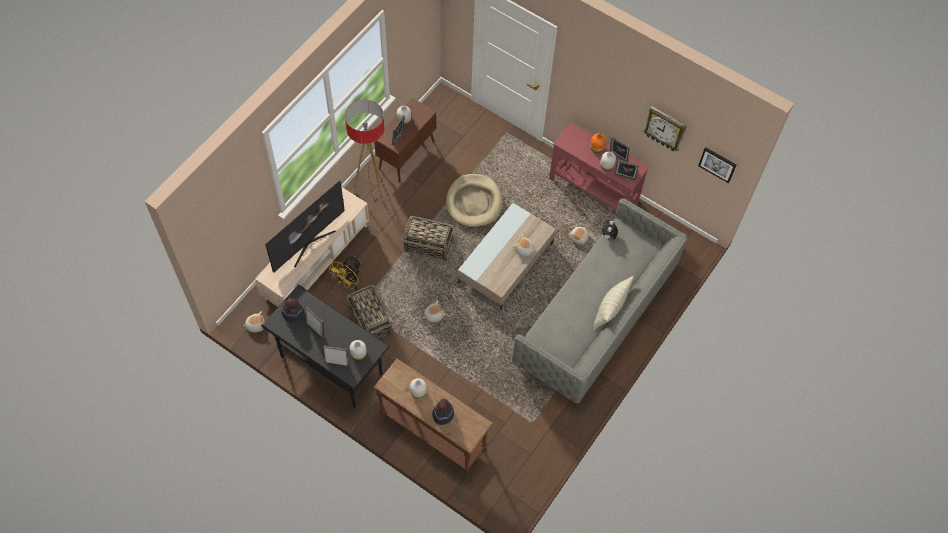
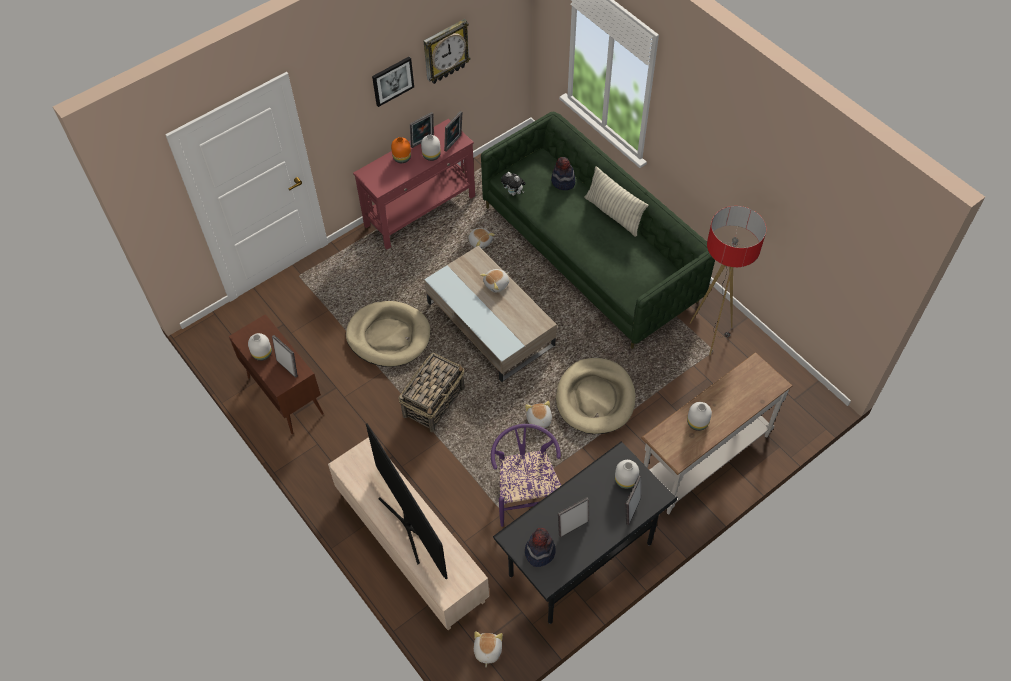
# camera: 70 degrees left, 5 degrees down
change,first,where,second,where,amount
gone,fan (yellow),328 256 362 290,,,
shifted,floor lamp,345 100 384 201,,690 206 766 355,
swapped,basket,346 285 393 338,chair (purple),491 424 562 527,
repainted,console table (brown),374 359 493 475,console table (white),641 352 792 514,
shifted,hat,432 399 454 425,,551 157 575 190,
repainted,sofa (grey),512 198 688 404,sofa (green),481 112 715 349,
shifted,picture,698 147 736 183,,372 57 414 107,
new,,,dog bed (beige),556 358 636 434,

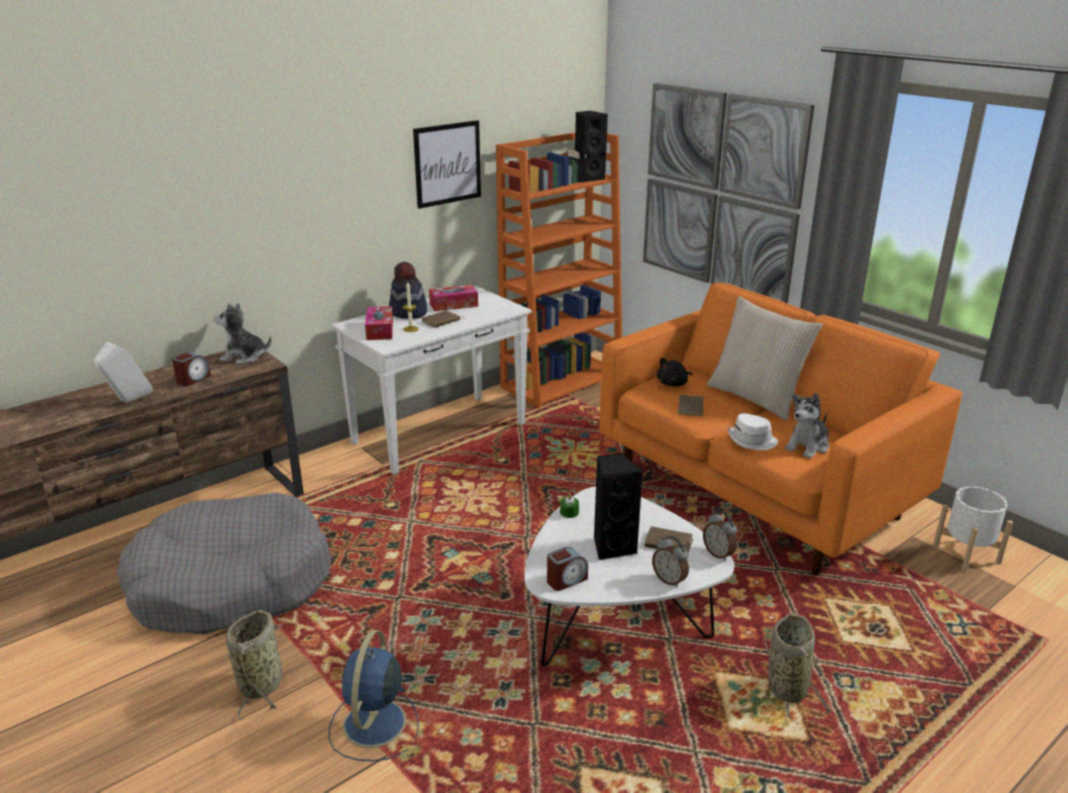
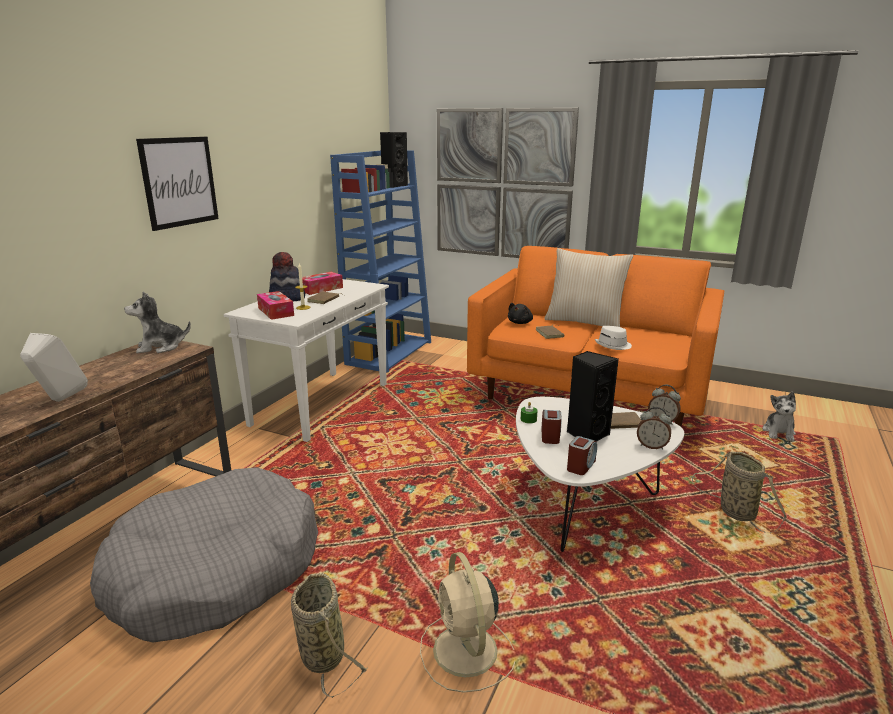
# camera: 25 degrees left, 5 degrees down
change,first,where,second,where,amount
shifted,alarm clock,172 352 211 386,,541 410 561 444,
repainted,fan (blue),328 630 419 761,fan (beige),420 552 515 693,
shifted,picture,413 120 481 209,,136 137 219 231,
repainted,bookcase (orange),496 133 622 408,bookcase (blue),330 150 431 373,
shifted,plush toy,784 393 829 459,,763 392 796 441,
gone,planter (white),933 486 1013 572,,,

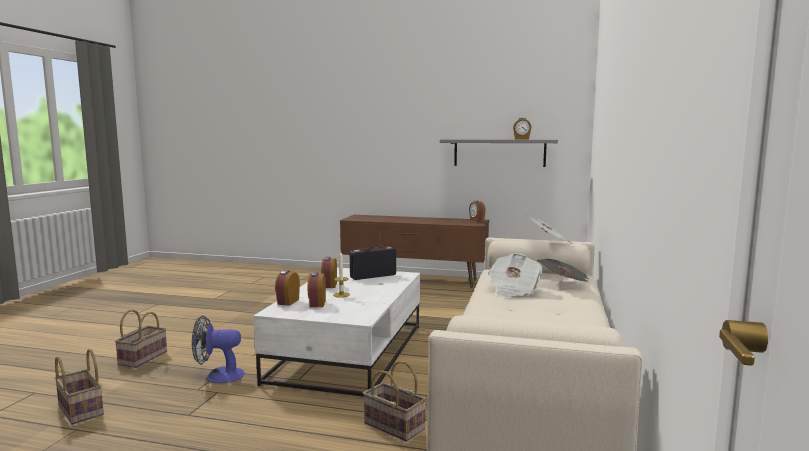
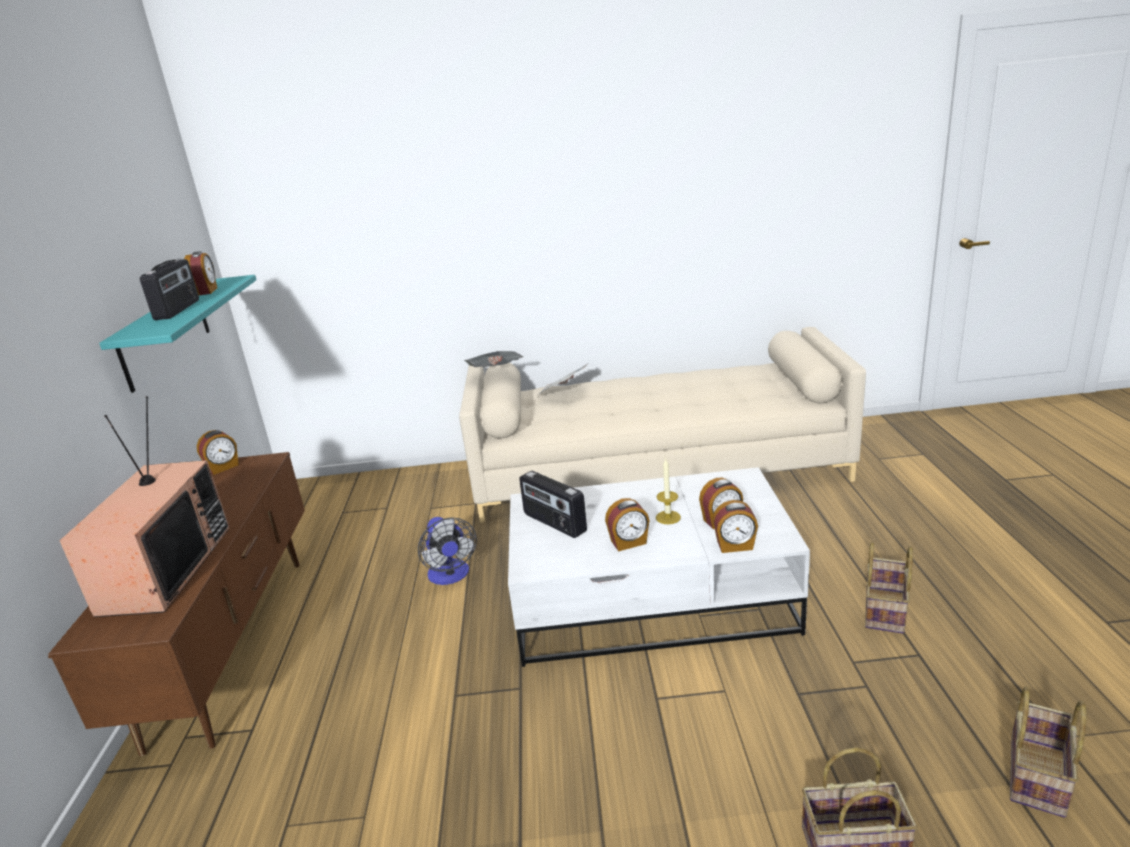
# camera: 105 degrees left, 15 degrees up
change,first,where,second,where,amount
shifted,fan,192 315 244 383,,418 517 477 585,
shifted,basket,363 361 426 442,,865 542 913 634,
repainted,shelf (grey),440 139 558 167,shelf (turquoise),99 275 256 393,
gone,newspaper,488 253 543 297,,,
new,,,television,59 396 230 617,
new,,,radio,140 259 199 320,

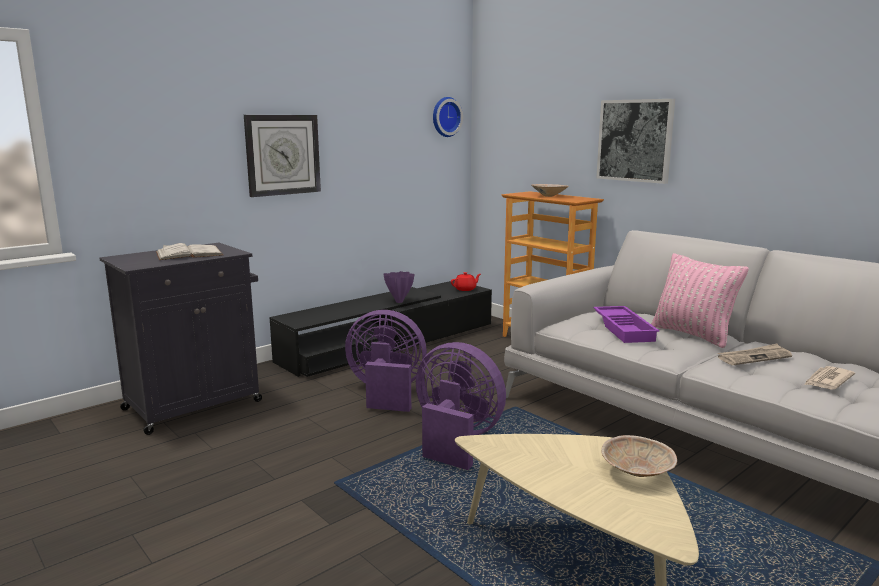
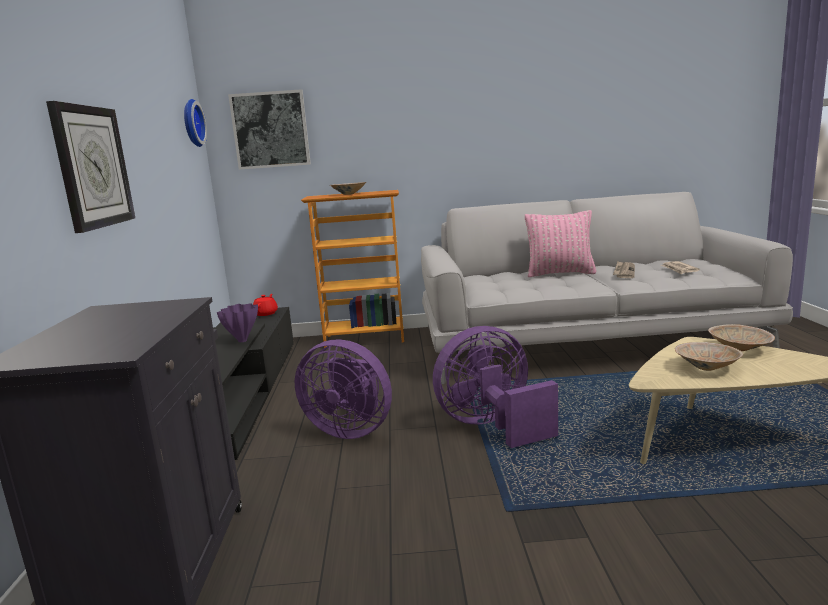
# camera: 50 degrees left, 0 degrees up
change,first,where,second,where,amount
gone,book (white),156 243 223 260,,,
rotated,fan (purple),345 310 427 412,,295 339 392 439,120 degrees counterclockwise
gone,tray (purple),593 306 660 343,,,
shifted,picture,596 99 675 184,,228 89 311 170,
new,,,bowl (beige),675 342 743 371,

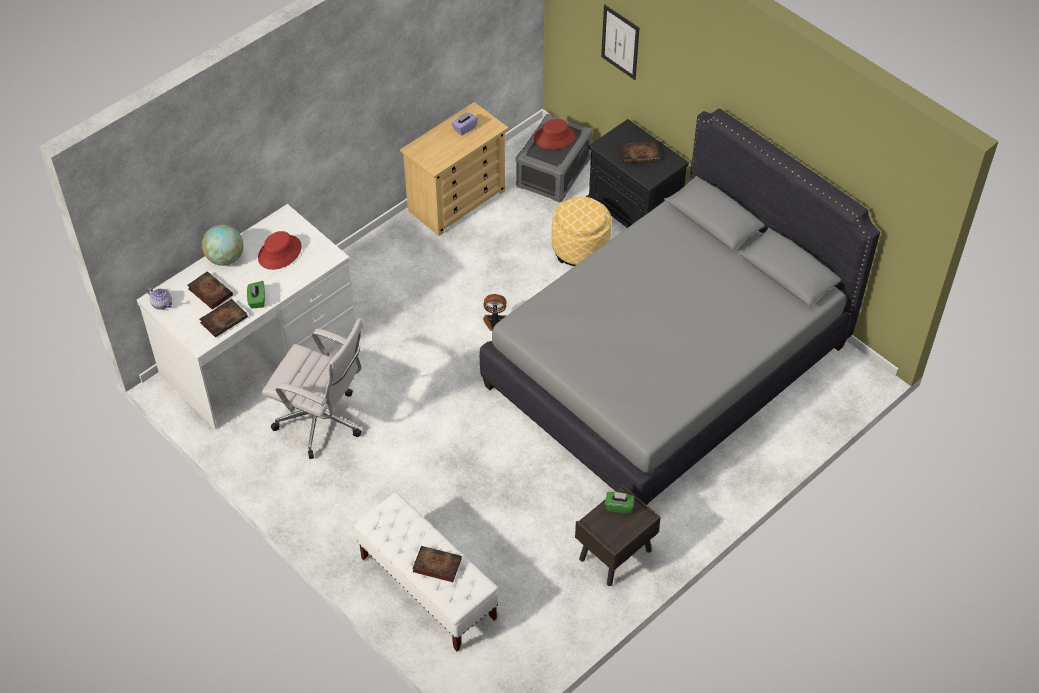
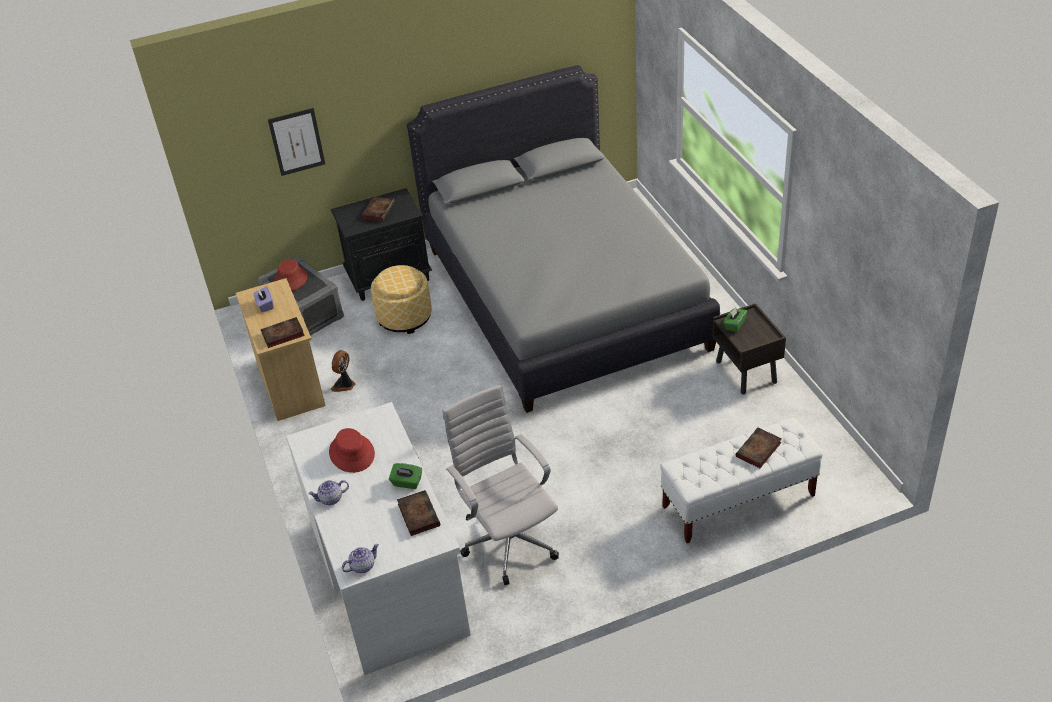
# camera: 65 degrees left, 10 degrees down
change,first,where,second,where,amount
shifted,book,187 271 233 310,,261 317 305 348,
swapped,globe,202 225 244 266,teapot,308 480 349 505,
rotated,office chair (white),262 318 363 459,,442 385 559 585,75 degrees counterclockwise
shifted,fan,483 294 506 331,,331 350 356 392,

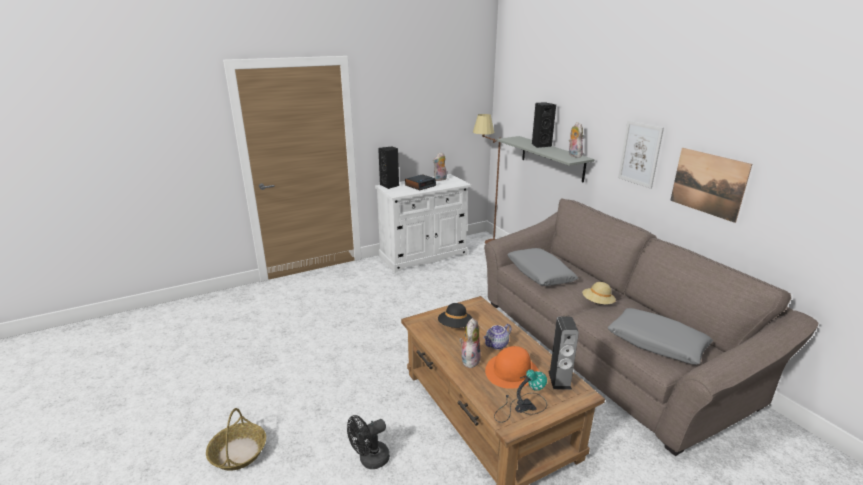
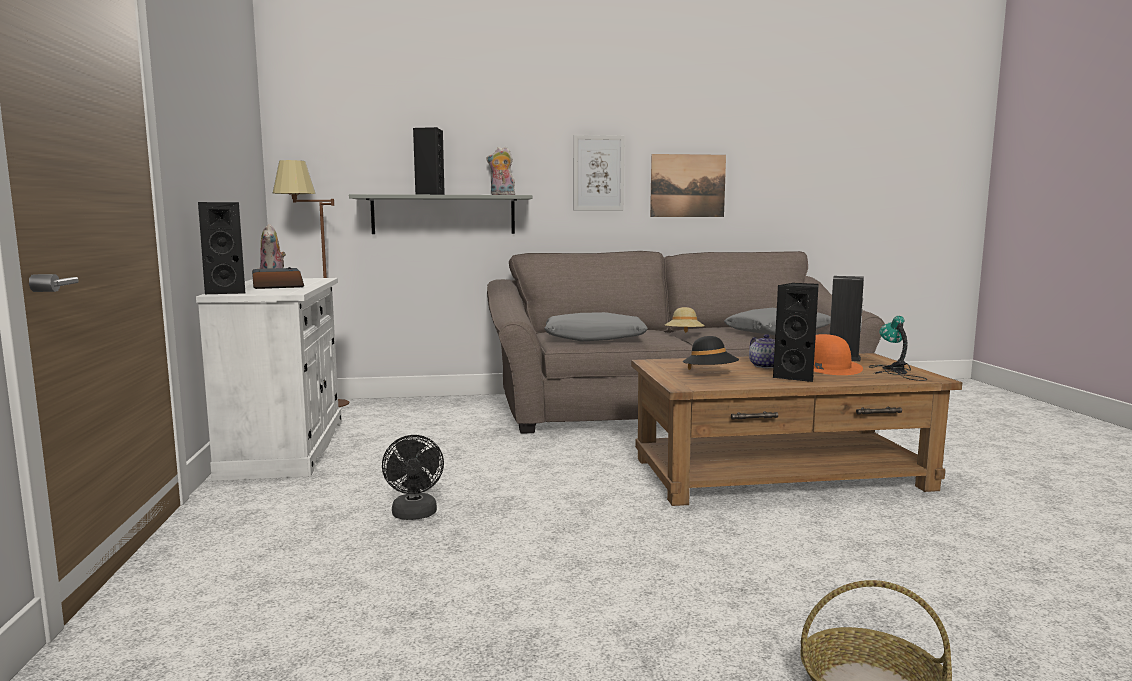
# camera: 70 degrees left, 15 degrees down
change,first,where,second,where,amount
shifted,fan (black),347 415 390 469,,382 435 444 520,
swapped,plush toy,459 318 481 368,speaker (black),773 283 819 382,

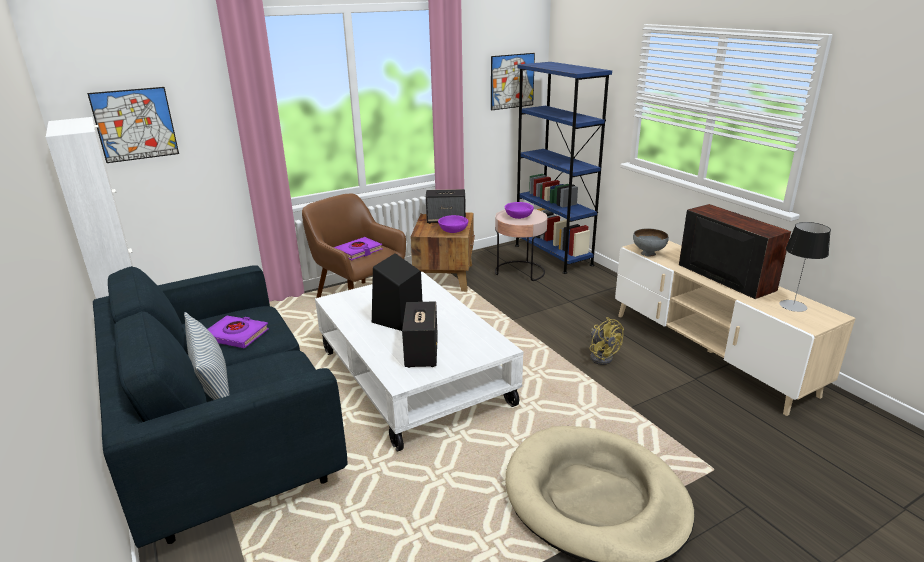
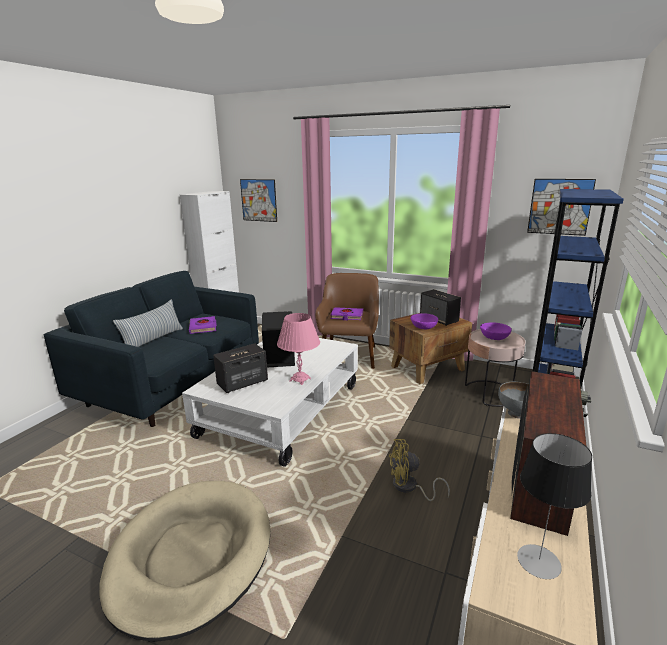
# camera: 55 degrees right, 5 degrees down
change,first,where,second,where,amount
rotated,fan (yellow),589 317 624 365,,389 439 450 501,60 degrees clockwise
new,,,table lamp (pink),277 313 320 385,

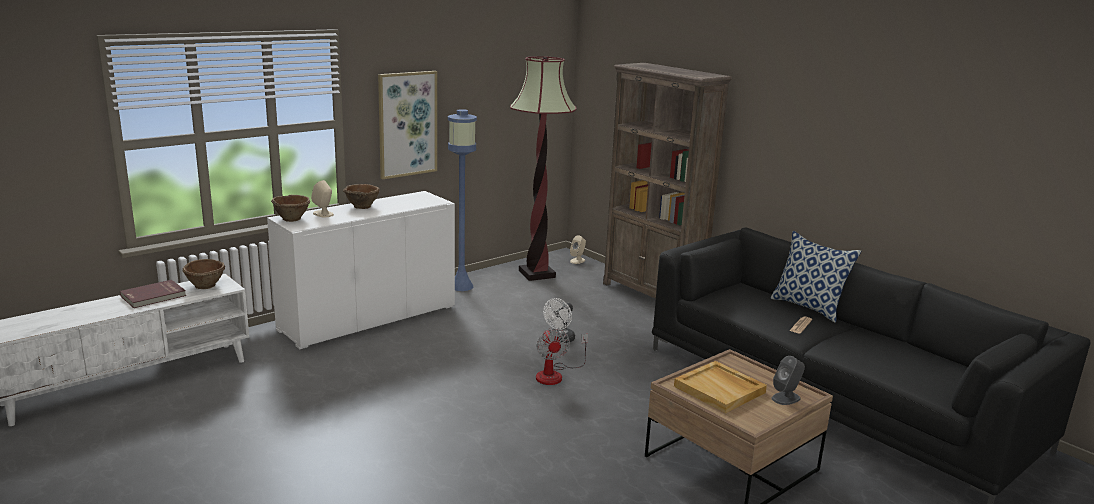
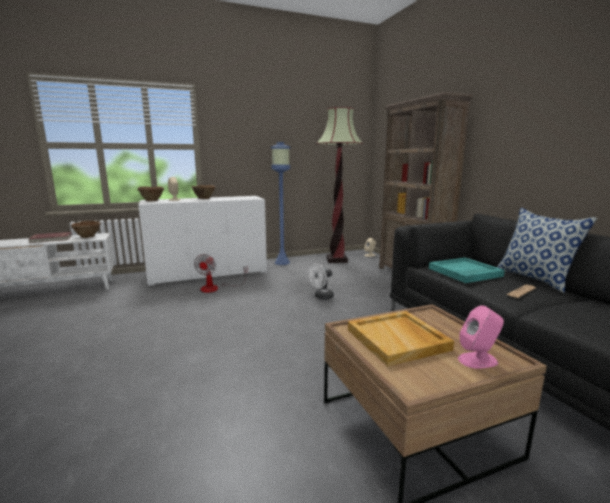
# camera: 20 degrees right, 5 degrees down
change,first,where,second,where,amount
gone,picture,378 71 437 179,,,
shifted,fan,536 328 588 385,,194 254 248 293,
repainted,speaker (grey),772 356 805 405,speaker (pink),458 306 504 369,
new,,,tray (turquoise),429 258 505 283,

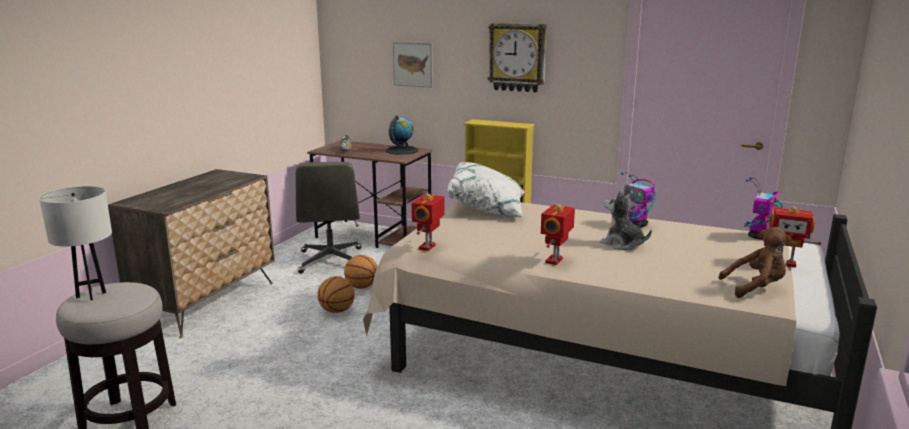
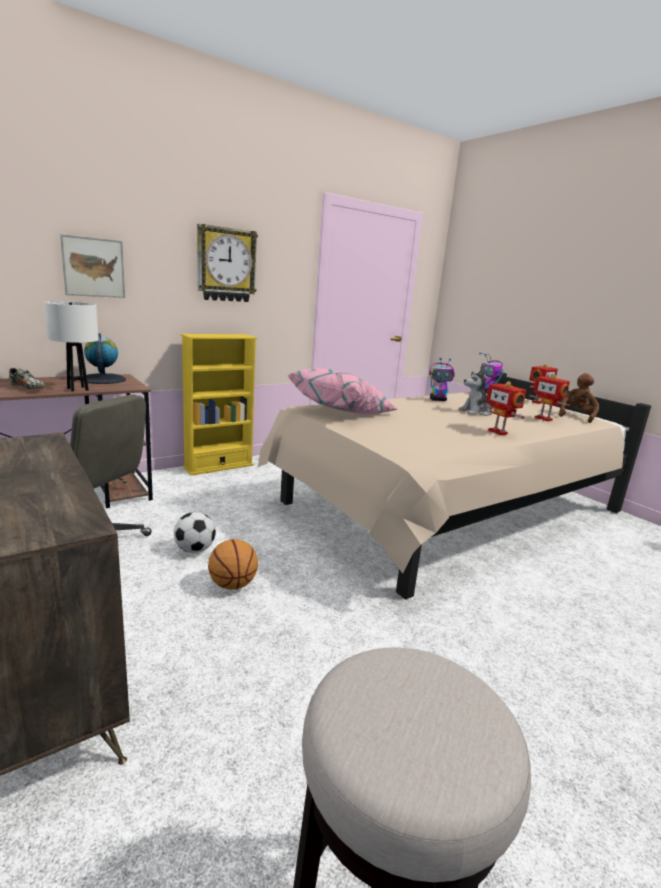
# camera: 60 degrees left, 0 degrees up
change,first,where,second,where,amount
shifted,table lamp (white),39 186 112 300,,44 301 99 392,
swapped,basketball,344 255 378 289,football,174 512 216 553,
shifted,toy robot,412 194 445 251,,529 374 570 421,
repainted,pillow (white),447 162 525 217,pillow (pink),288 368 398 414,

